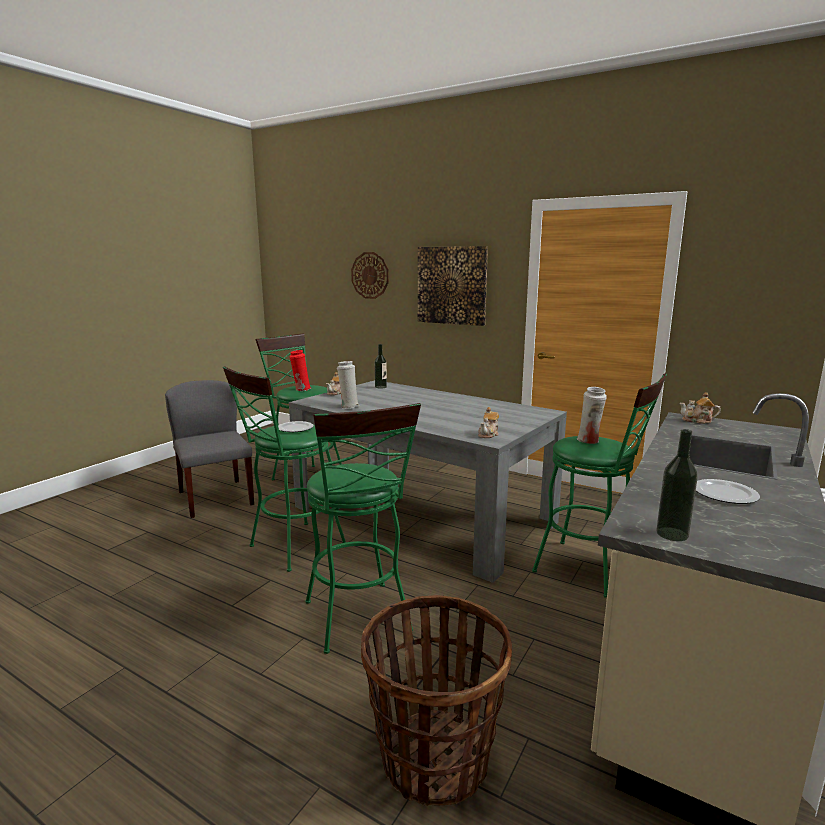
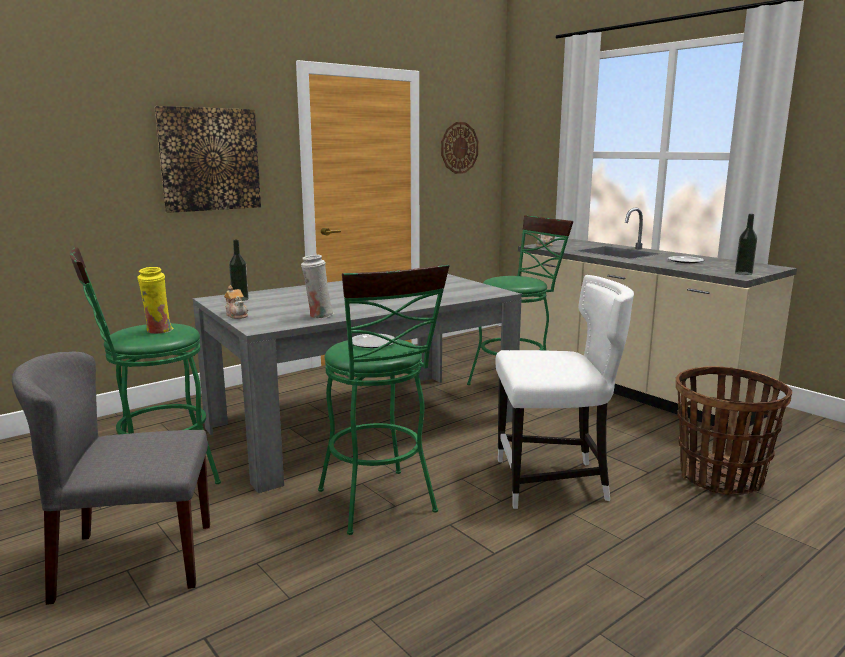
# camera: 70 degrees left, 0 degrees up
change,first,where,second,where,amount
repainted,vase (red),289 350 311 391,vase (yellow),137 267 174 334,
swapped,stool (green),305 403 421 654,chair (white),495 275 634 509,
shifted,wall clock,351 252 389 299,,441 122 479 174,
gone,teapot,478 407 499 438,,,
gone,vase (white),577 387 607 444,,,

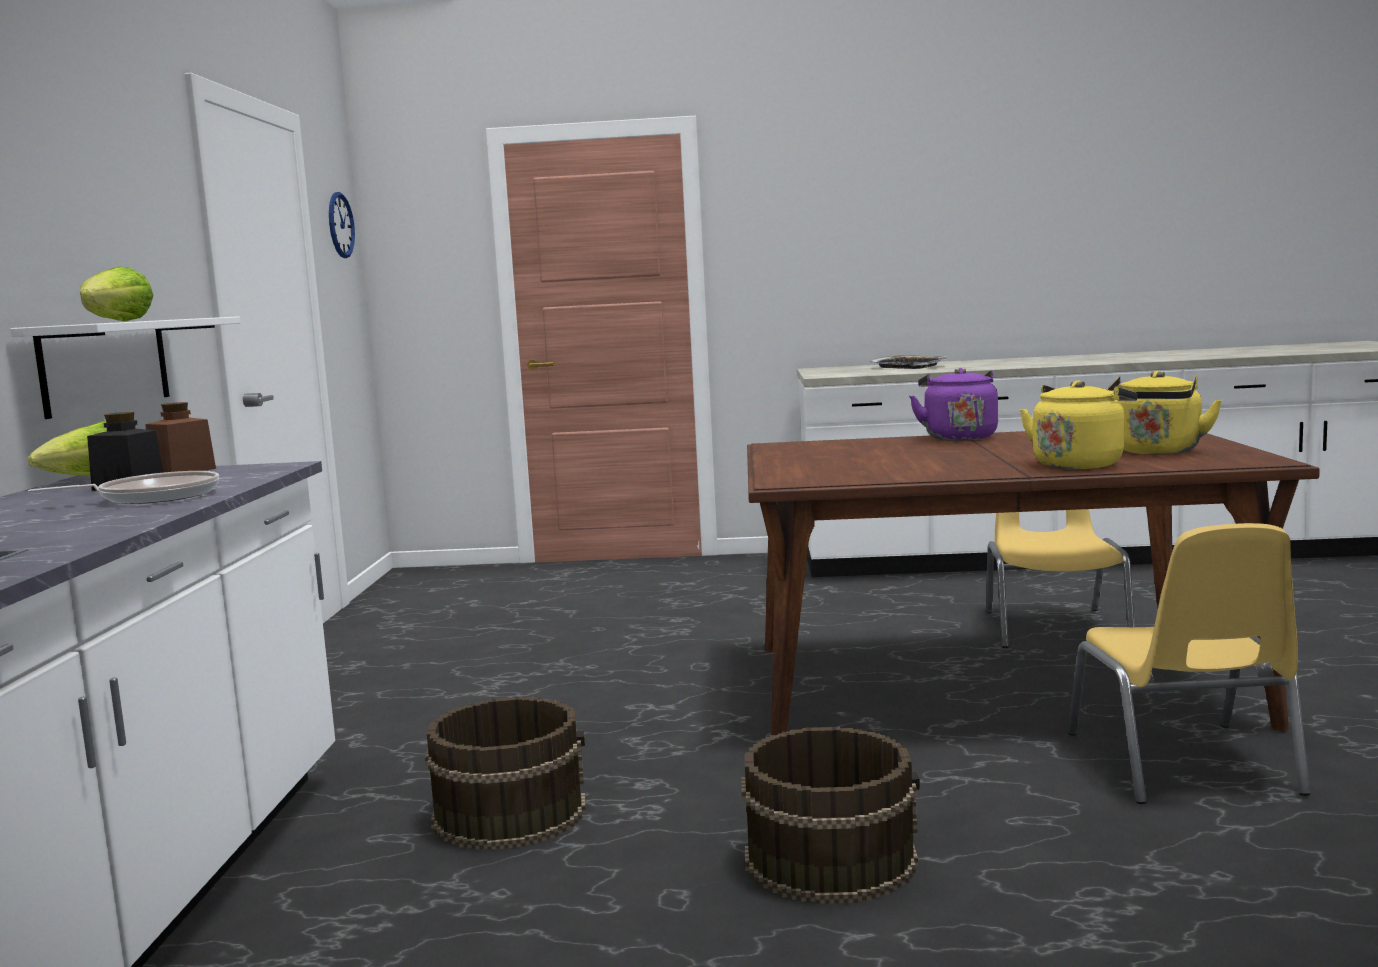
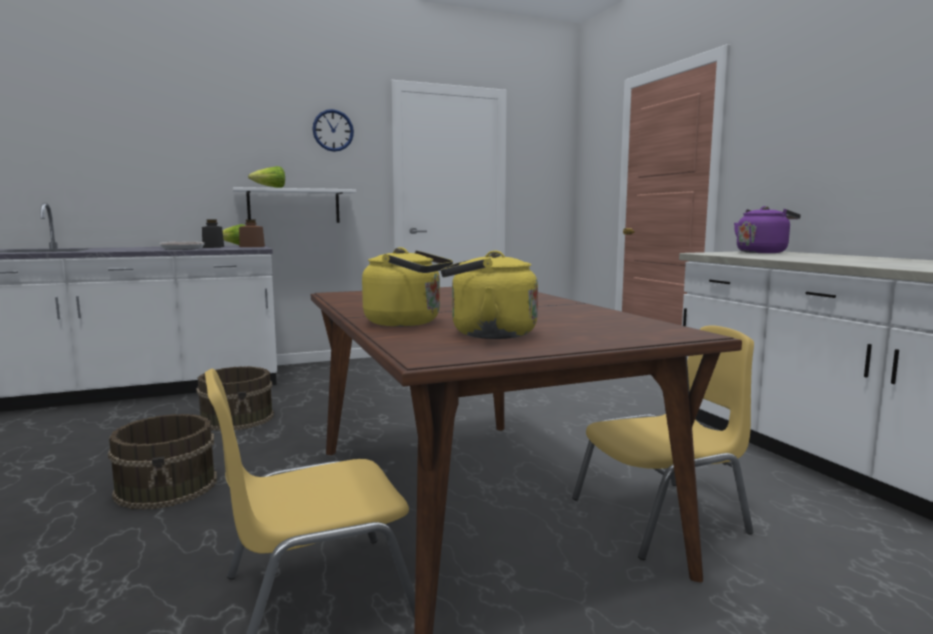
# camera: 65 degrees right, 0 degrees up
change,first,where,second,where,amount
shifted,wall clock,329 192 355 258,,312 109 354 152,
gone,tray,869 355 947 369,,,
shifted,kettle (purple),909 368 998 441,,734 206 801 253,

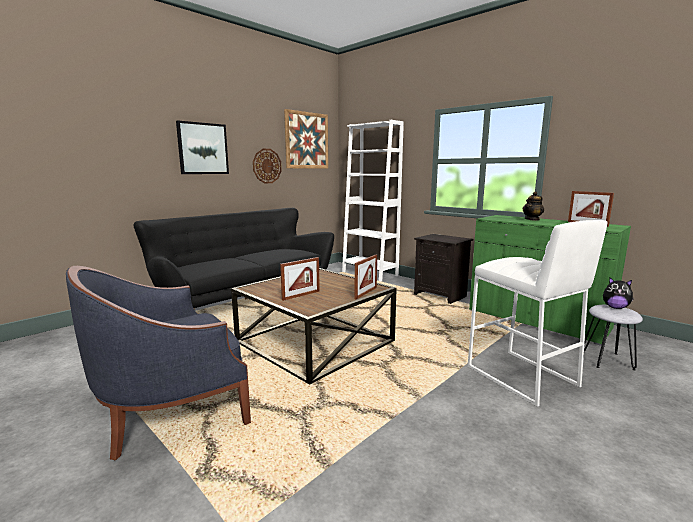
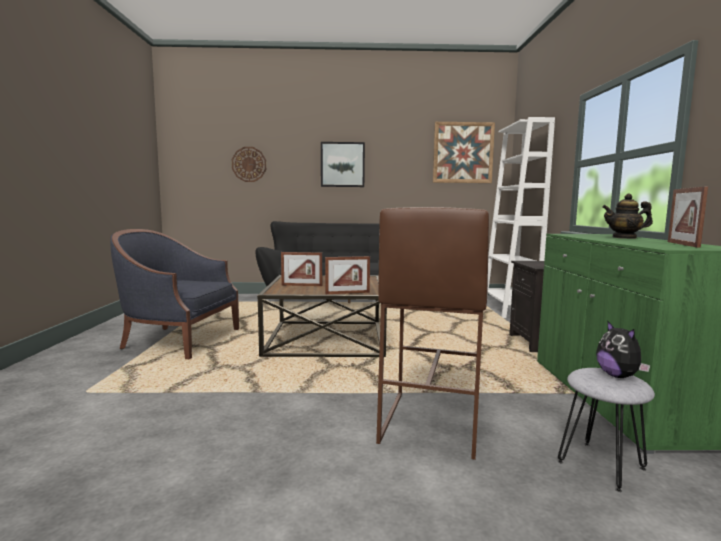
# camera: 45 degrees right, 5 degrees down
change,first,where,second,where,amount
shifted,wall clock,253 149 282 183,,232 147 266 182,
repainted,stool (white),468 220 607 407,stool (brown),376 207 489 460,

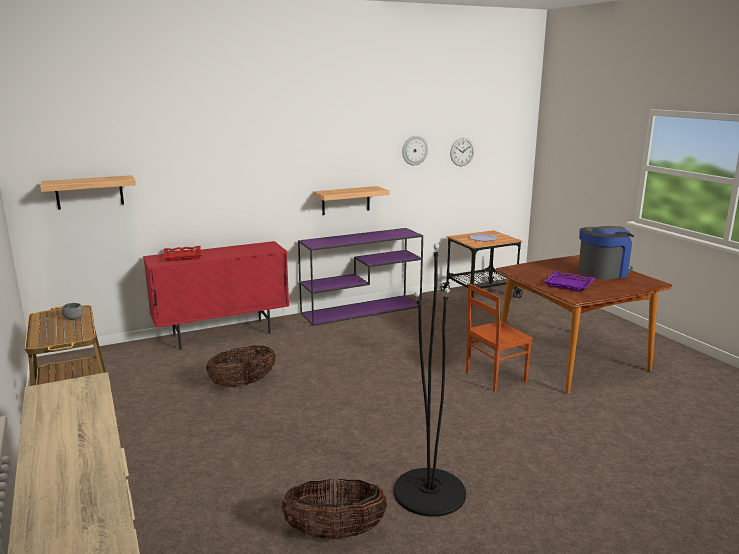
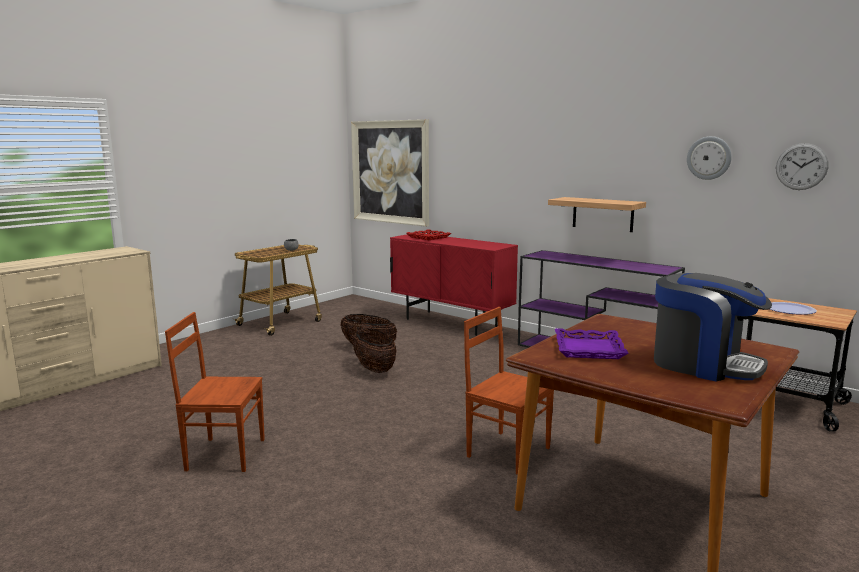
# camera: 65 degrees right, 5 degrees down
change,first,where,second,where,amount
swapped,shelf,40 175 136 210,picture,351 119 429 227,
shifted,basket,281 478 387 539,,353 328 396 373,
swapped,floor lamp (black),394 244 466 517,chair (brown),165 312 265 472,

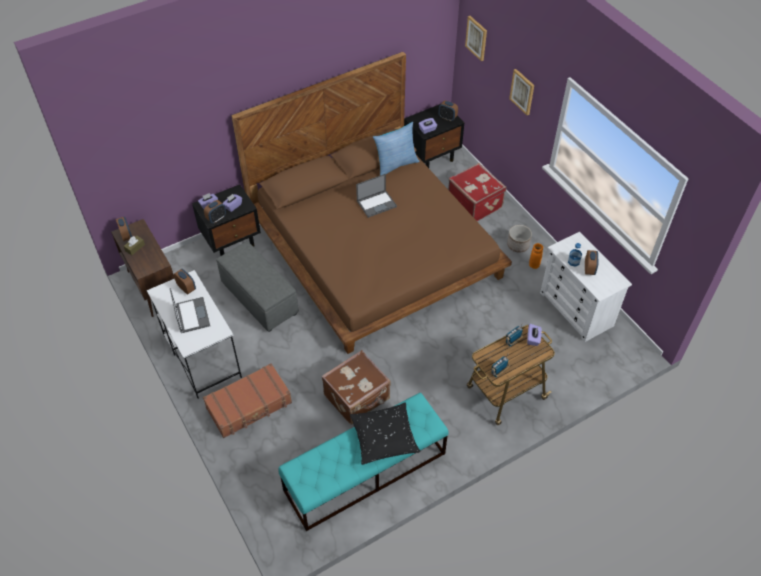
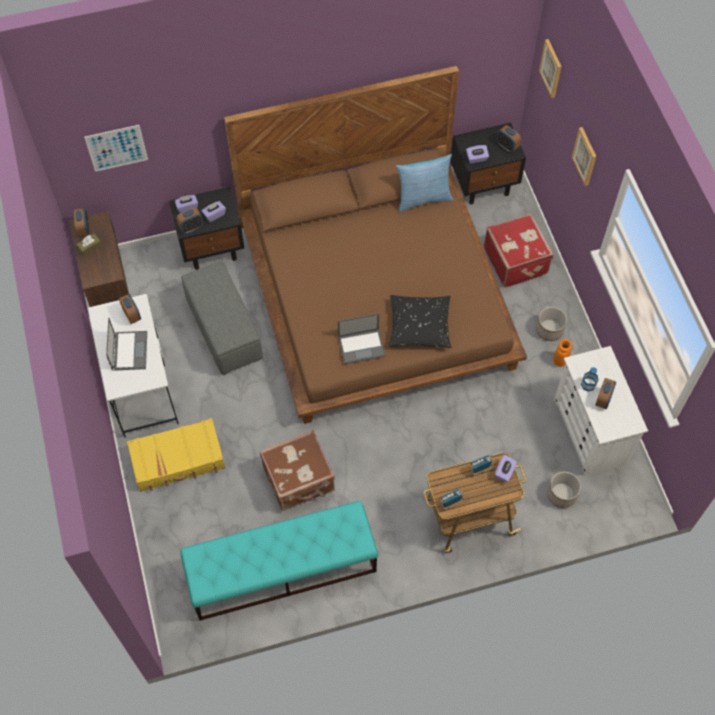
# camera: 15 degrees right, 10 degrees up
change,first,where,second,where,amount
repainted,suitcase (brown),203 363 292 438,suitcase (yellow),127 418 225 492,
shifted,pillow (black),350 402 421 465,,389 295 451 348,
shifted,laptop,356 174 397 218,,338 314 385 364,
new,,,picture,84 125 148 172,
new,,,planter,547 472 581 508,

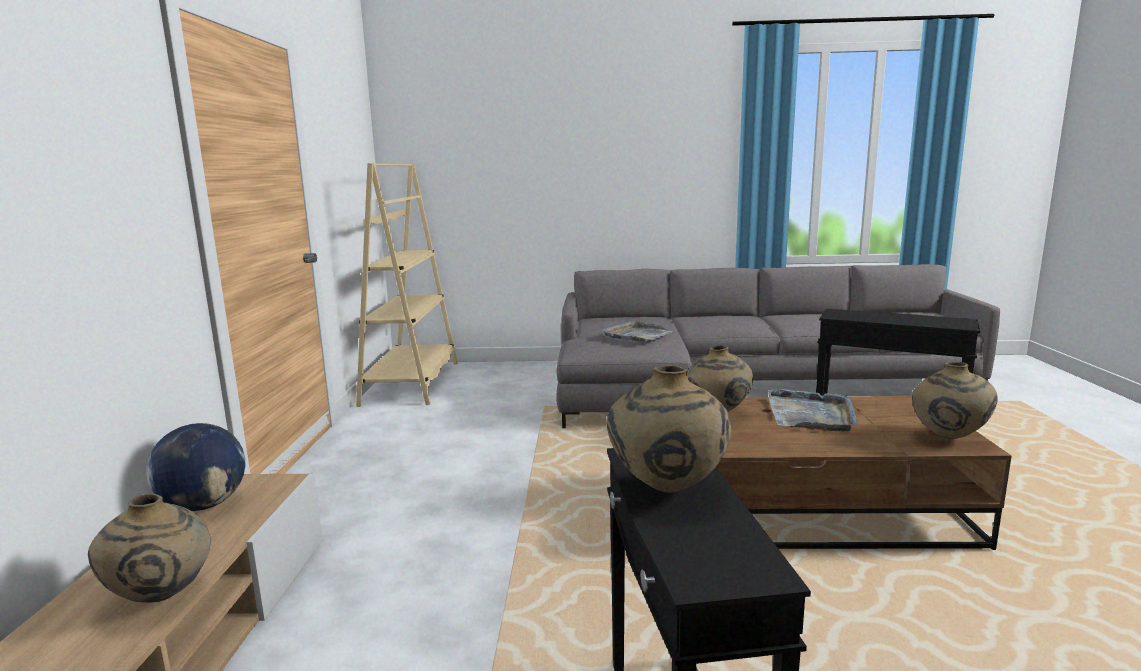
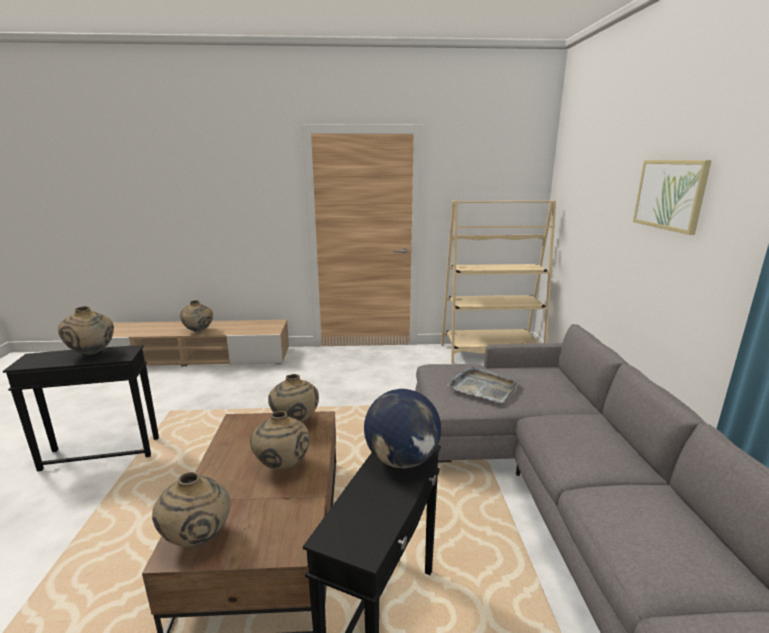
# camera: 85 degrees right, 5 degrees up
change,first,where,second,where,amount
shifted,globe,146 423 246 511,,364 389 441 468,
swapped,tray (grey),768 389 858 431,vase (beige),250 411 310 470,
new,,,picture,633 160 712 235,

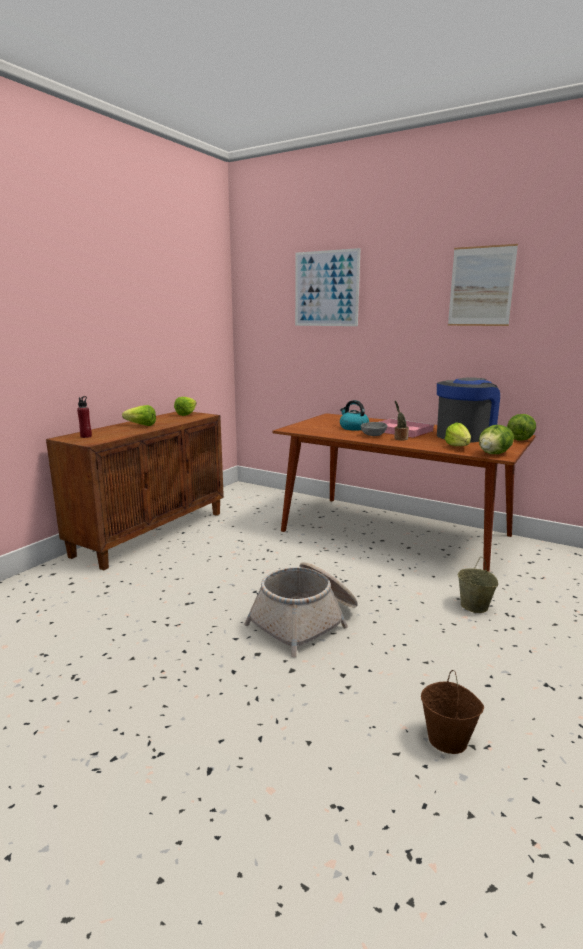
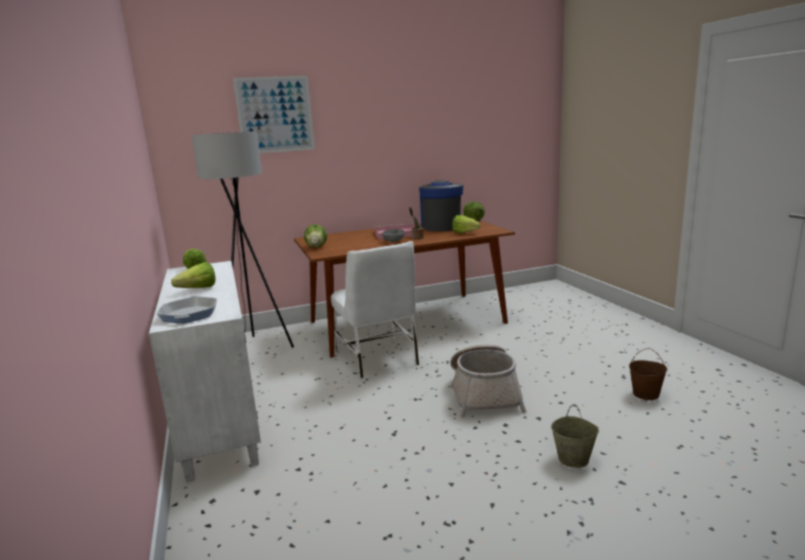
# camera: 50 degrees left, 0 degrees up
change,first,where,second,where,amount
repainted,cabinet (brown),46 412 224 570,cabinet (white),149 261 261 482,
swapped,bottle (red),77 396 92 438,frying pan,157 296 217 323,
gone,kettle,340 400 369 431,,,
gone,picture,448 244 518 326,,,
shifted,bucket (beige),458 557 498 613,,551 405 599 468,
shifted,lettuce,479 425 514 454,,304 224 327 248,
new,,,floor lamp (grey),191 131 294 348,
new,,,chair (white),331 241 419 379,

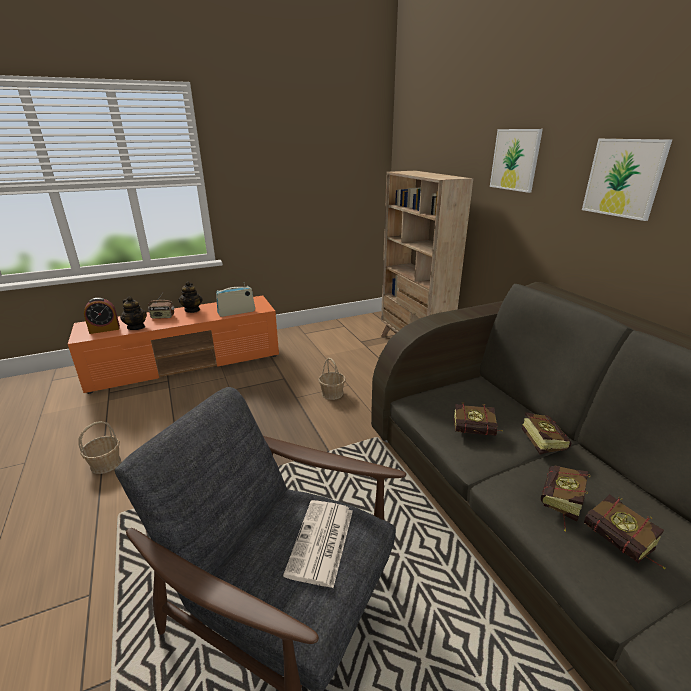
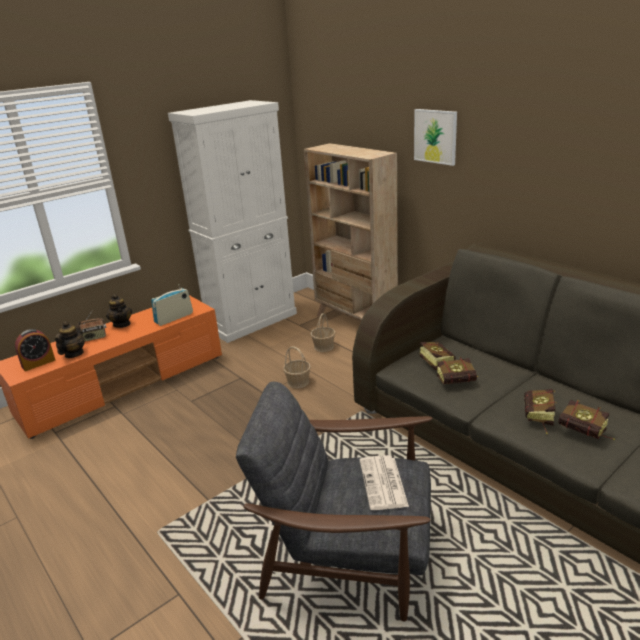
# camera: 15 degrees left, 0 degrees up
change,first,where,second,where,amount
shifted,basket,78 421 121 474,,310 313 336 352,
rotated,teapot,120 296 147 330,,55 321 85 358,105 degrees counterclockwise
shifted,book,522 412 571 454,,420 342 455 370,
gone,picture,582 139 672 221,,,
new,,,cabinet (white),168 100 297 343,

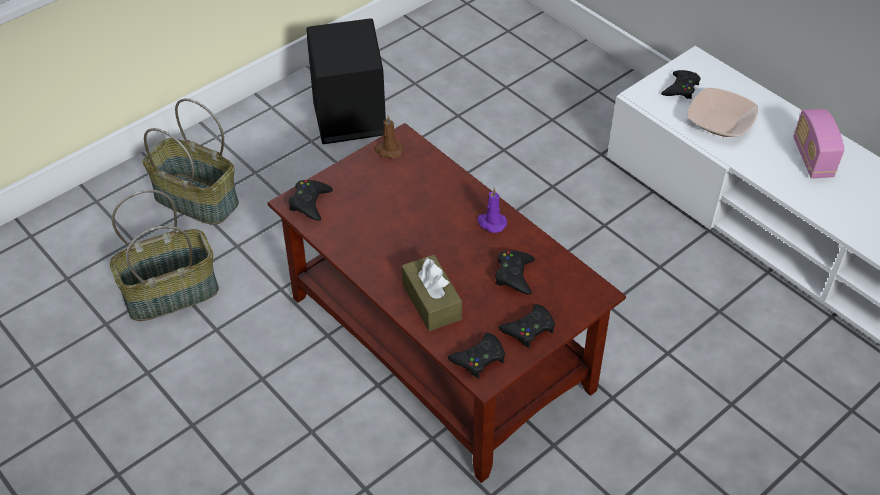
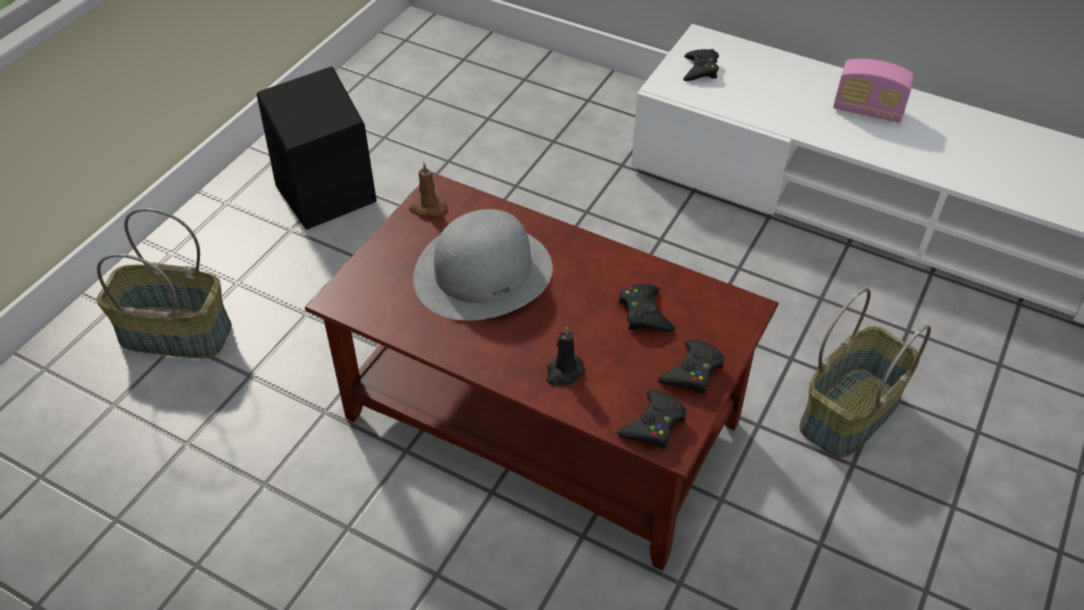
# camera: 20 degrees left, 0 degrees up
change,first,where,second,where,amount
shifted,basket,110 190 219 321,,799 288 931 458,
gone,game controller (black),289 180 333 221,,,
swapped,tissue box (brown),402 255 462 331,candle (black),547 326 585 386,
gone,candle (purple),477 187 507 233,,,
gone,bowl,687 88 758 137,,,
rotated,radio,793 109 844 178,,833 59 914 123,45 degrees counterclockwise
new,,,hat (grey),413 209 553 321,

